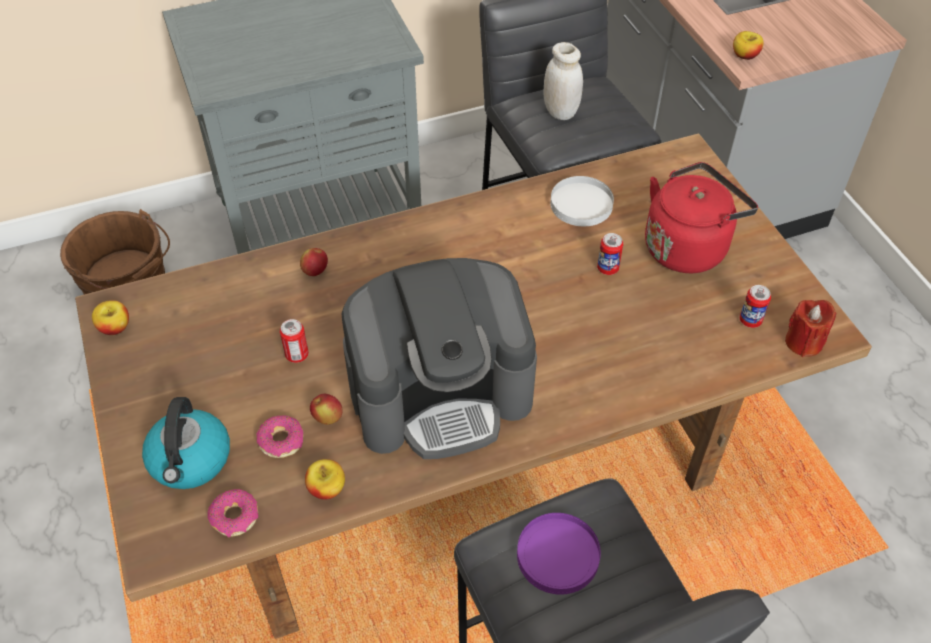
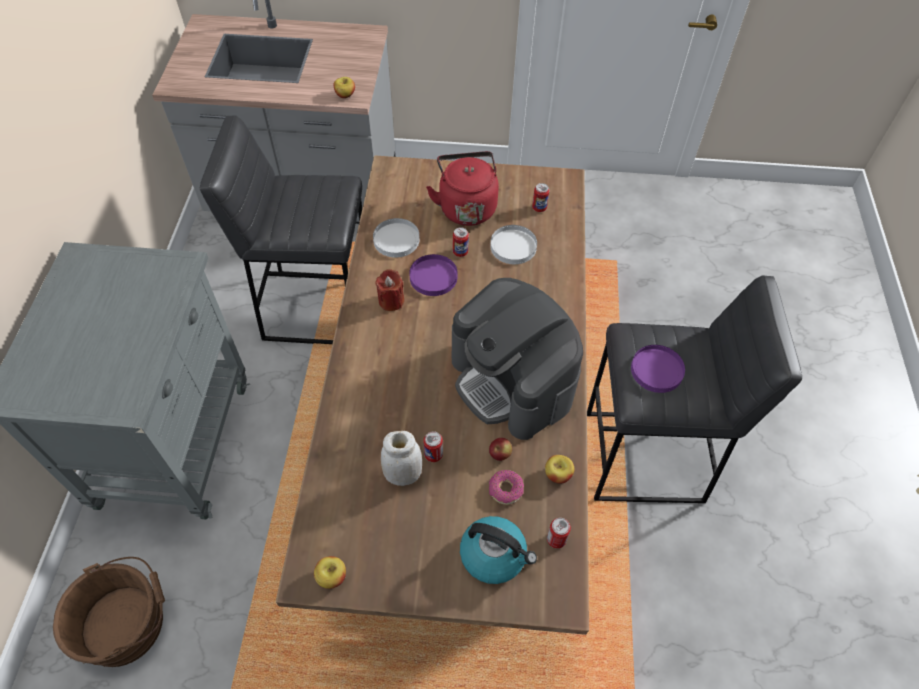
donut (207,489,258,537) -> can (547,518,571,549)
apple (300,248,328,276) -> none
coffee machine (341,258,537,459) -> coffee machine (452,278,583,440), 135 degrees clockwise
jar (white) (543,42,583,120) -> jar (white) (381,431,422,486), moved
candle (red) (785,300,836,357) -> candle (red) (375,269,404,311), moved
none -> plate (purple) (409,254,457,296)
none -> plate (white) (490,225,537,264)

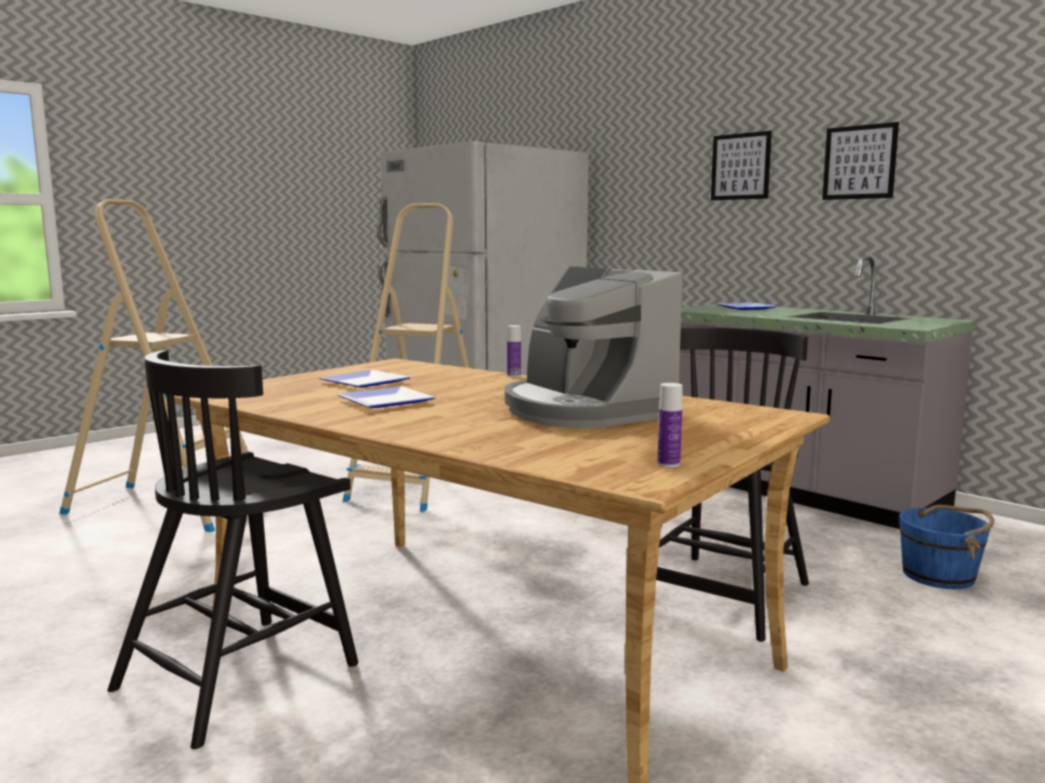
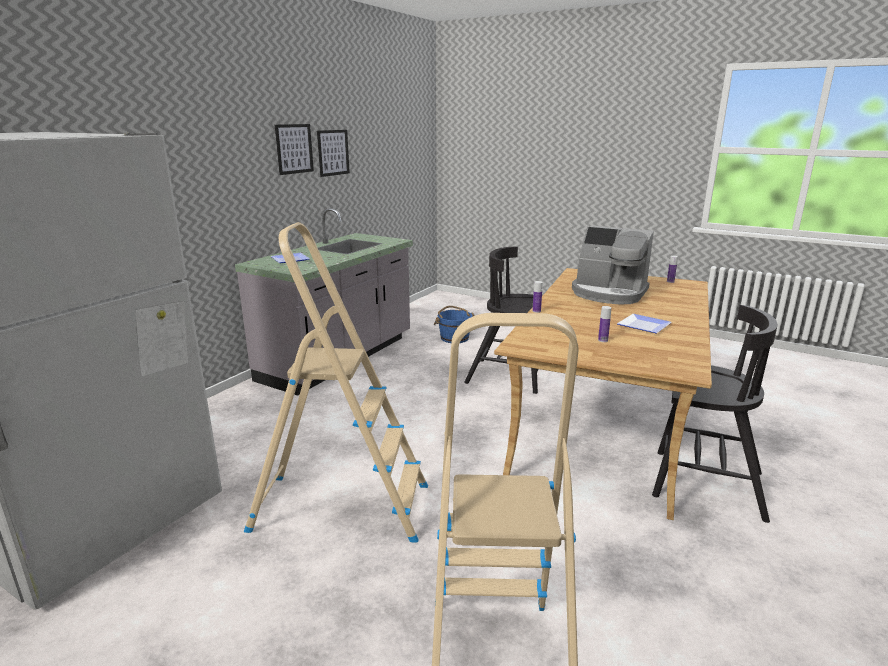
plate (320,370,411,388) -> bottle (598,306,611,342)
coffee machine (505,266,682,428) -> coffee machine (572,225,654,305), 75 degrees clockwise
picture (711,131,772,200) -> picture (317,130,350,177), moved

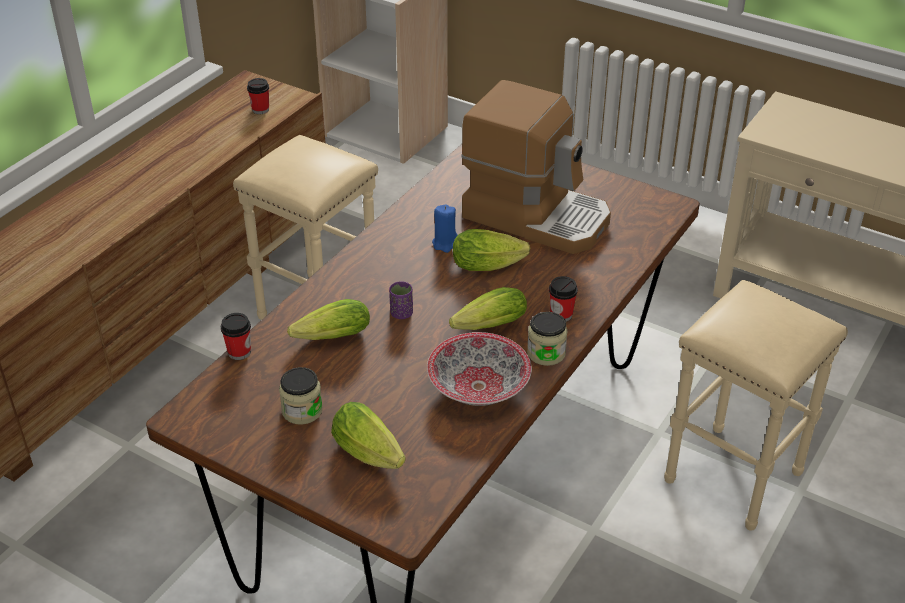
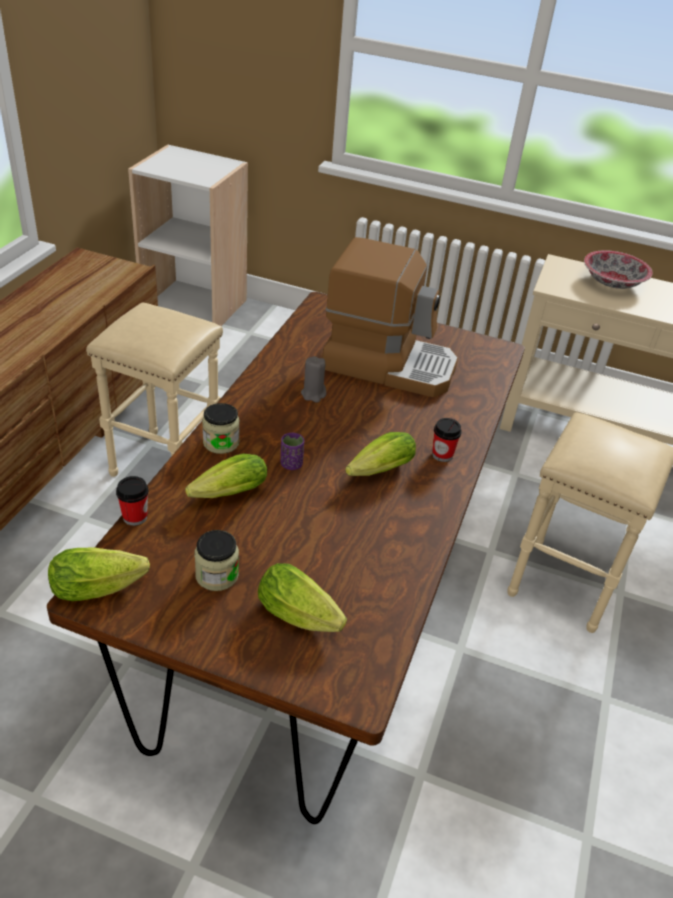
cup (247,78,269,114) -> none
bowl (427,332,532,406) -> bowl (584,250,653,289), moved
candle (blue) (432,204,458,253) -> candle (grey) (301,356,326,403)
lettuce (453,229,530,271) -> lettuce (48,548,150,601), moved
jar (527,312,568,366) -> jar (202,403,240,454), moved

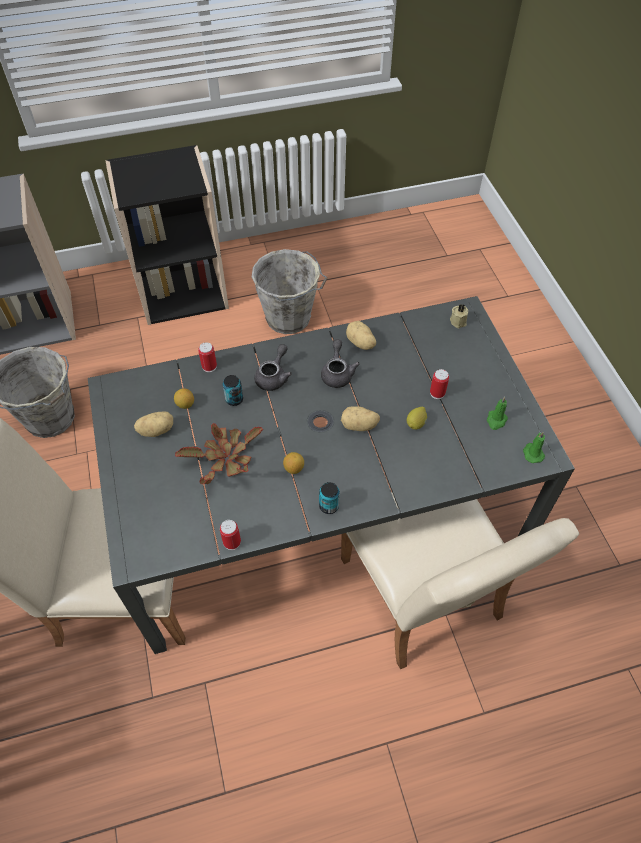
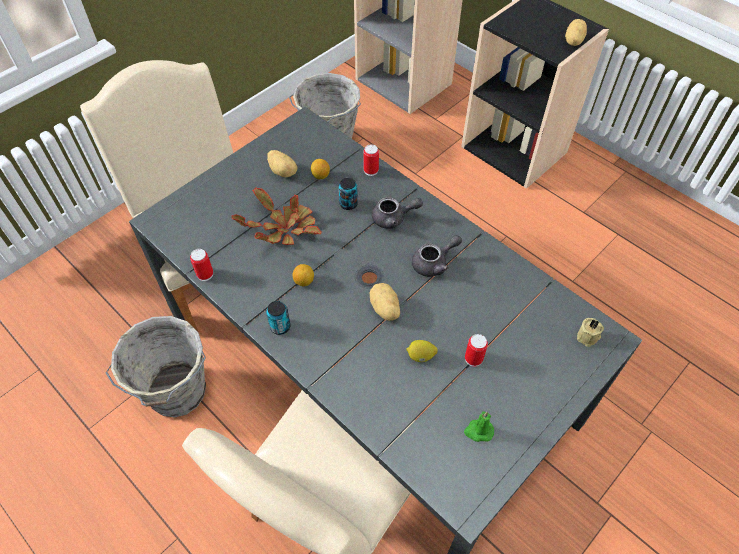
bucket (grey) (252,249,328,334) -> bucket (grey) (106,316,206,418), moved
potato (346,321,376,350) -> potato (565,19,587,46), moved
candle (green) (523,432,545,463) -> none

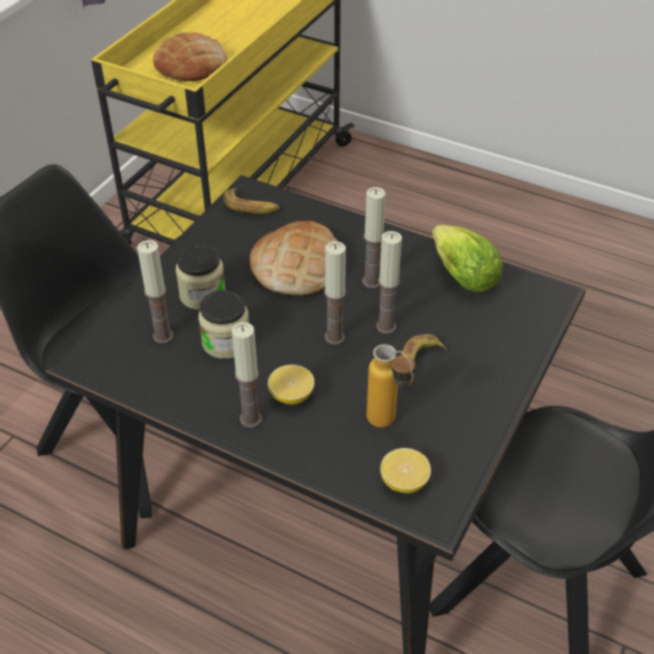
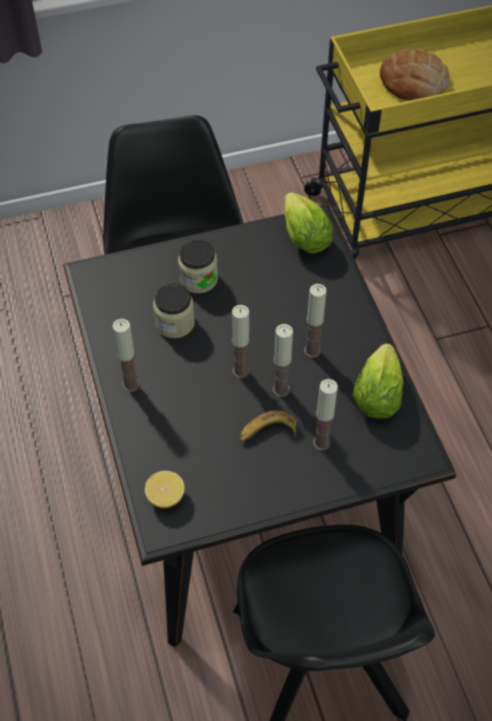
candle (137,240,173,344) -> candle (313,379,338,451), moved
banana (223,188,280,214) -> lettuce (284,192,332,254)
bread (250,221,338,295) -> none
lemon (268,365,315,405) -> none
bottle (366,344,415,428) -> none

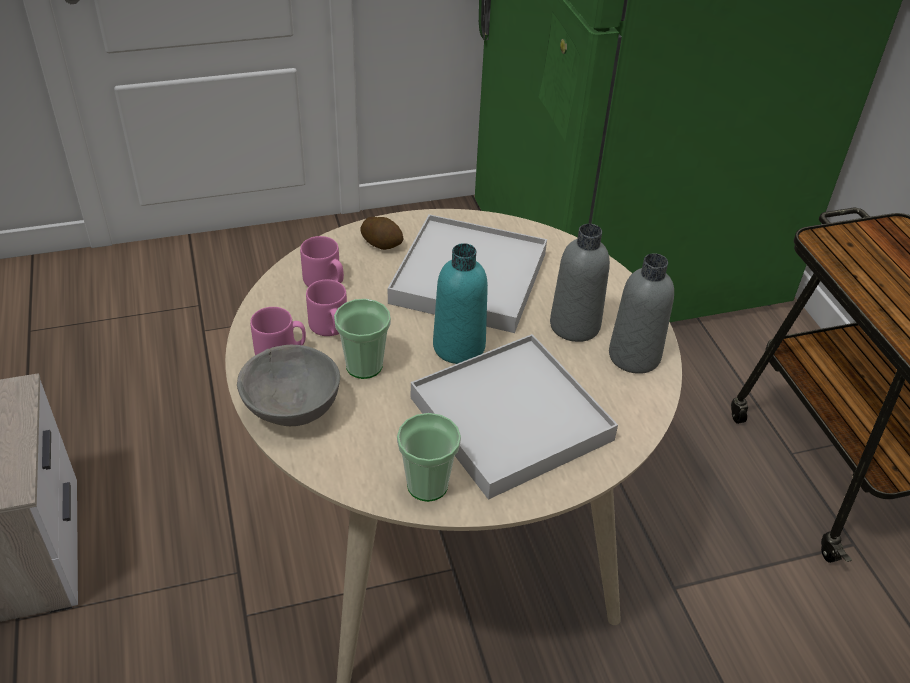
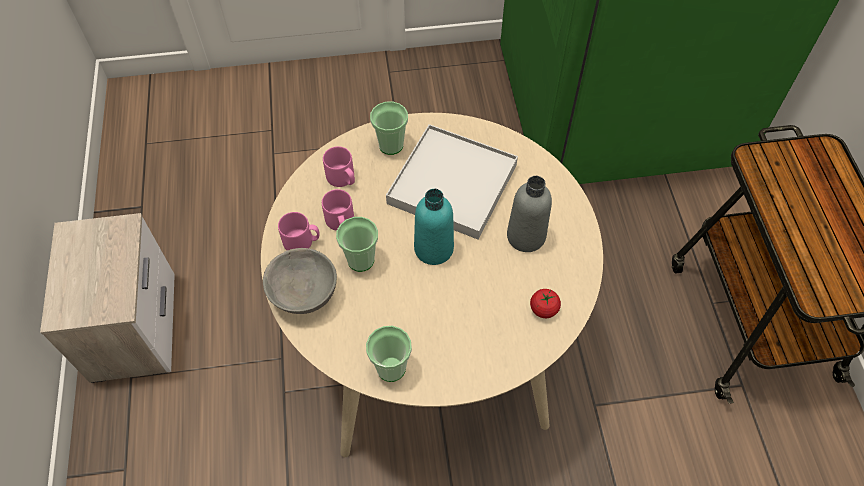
potato (360,217,404,250) -> cup (370,101,408,155)
tray (white) (411,334,618,499) -> none
bottle (grey) (609,253,674,374) -> none
none -> tomato (530,289,561,318)

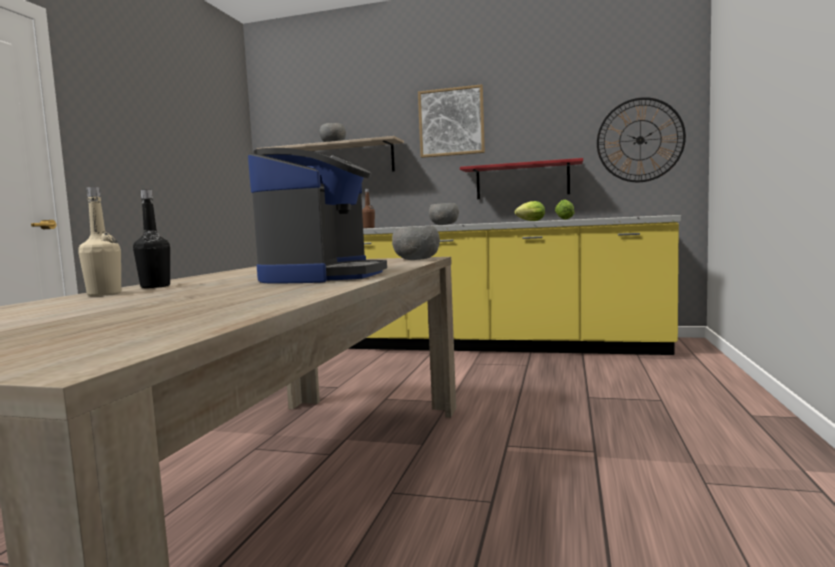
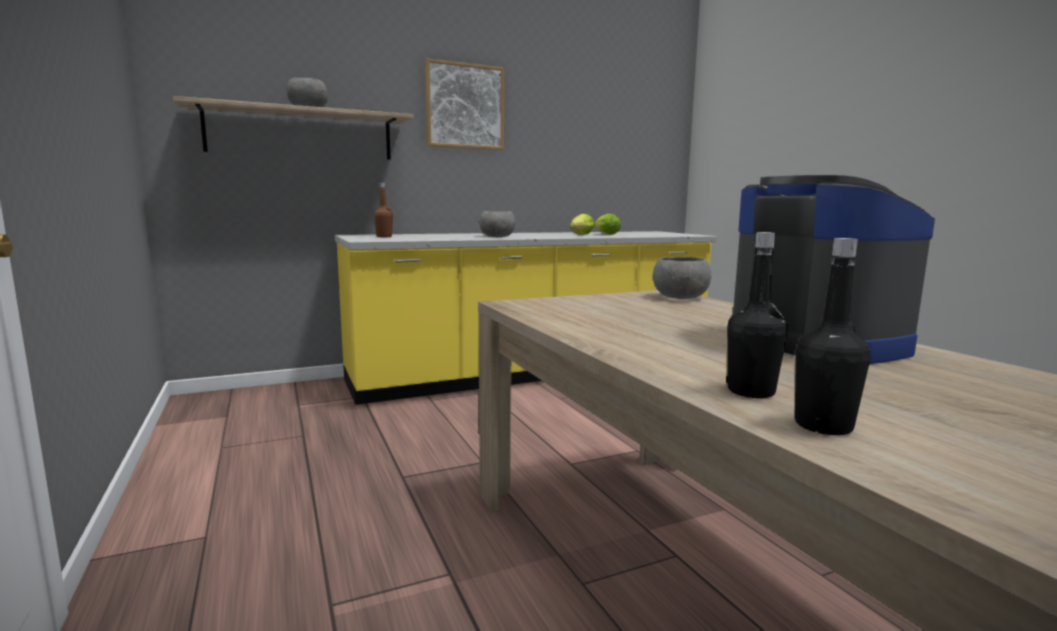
bottle (beige) (78,187,121,296) -> bottle (black) (795,238,871,435)
shelf (red) (460,158,583,199) -> none
wall clock (597,97,686,182) -> none

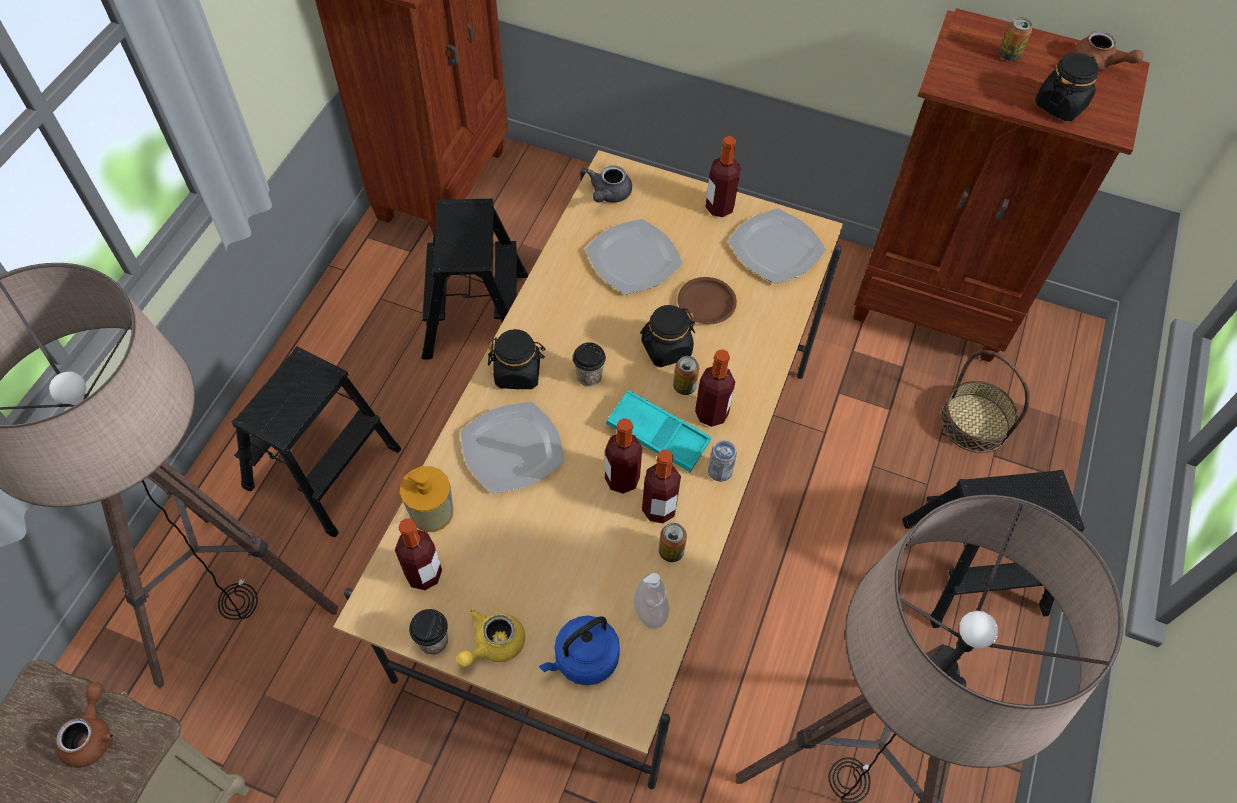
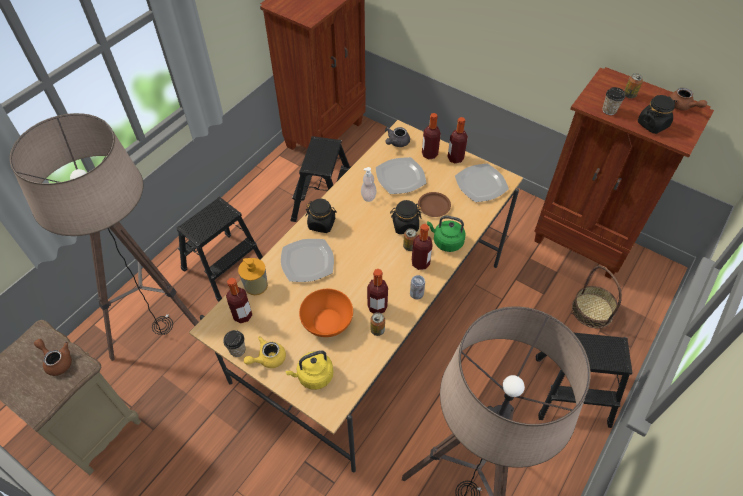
teapot (brown) (55,682,114,768) -> teapot (brown) (34,339,72,376), 75 degrees counterclockwise
kettle (blue) (539,616,620,685) -> kettle (yellow) (285,350,334,390)
cup (573,342,606,386) -> cup (602,87,625,115), moved
bottle (605,418,642,494) -> bottle (422,113,441,159), moved
tray (turquoise) (606,390,711,472) -> none
soap dispenser (634,573,669,629) -> soap dispenser (361,167,377,202), moved
none -> bowl (orange) (299,289,353,337)
none -> kettle (green) (427,216,466,252)

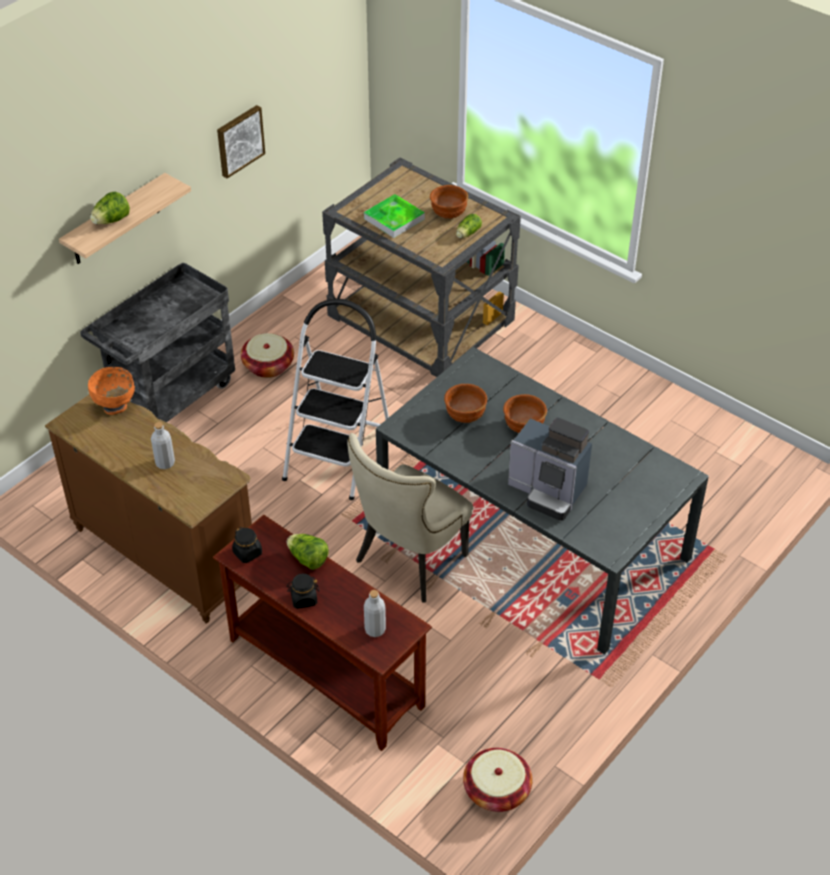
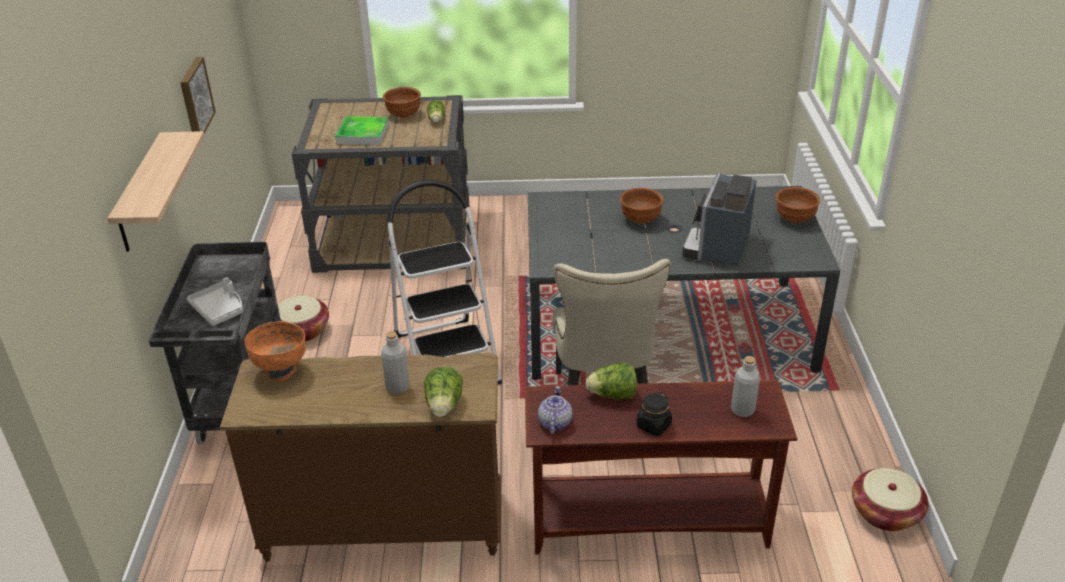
lettuce (90,192,130,225) -> lettuce (424,367,463,417), moved
jar (black) (232,527,262,563) -> teapot (538,386,572,434)
bowl (brown) (444,384,487,423) -> bowl (brown) (776,187,820,223), moved
coffee machine (508,417,592,521) -> coffee machine (682,172,757,266), 120 degrees clockwise
none -> tray (grey) (187,277,243,326)

